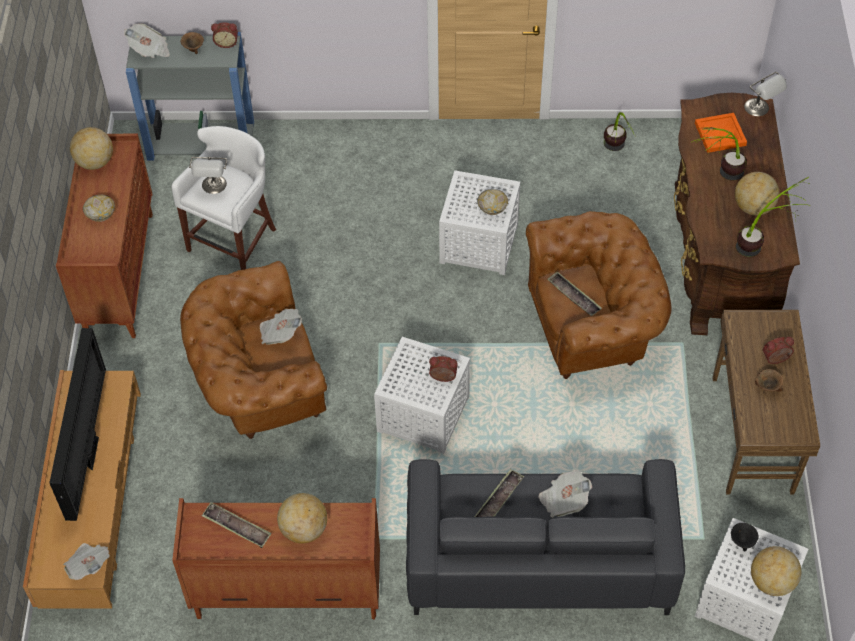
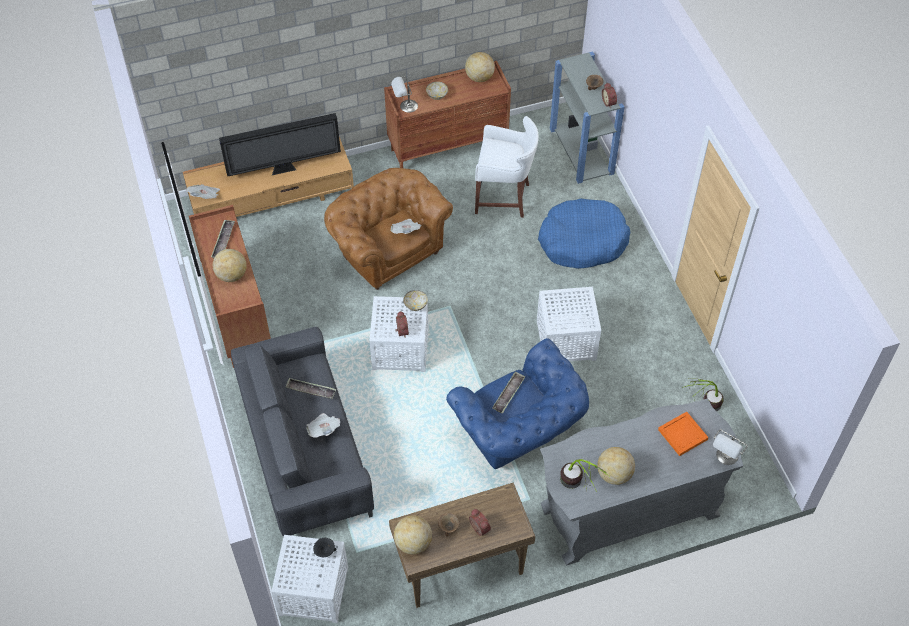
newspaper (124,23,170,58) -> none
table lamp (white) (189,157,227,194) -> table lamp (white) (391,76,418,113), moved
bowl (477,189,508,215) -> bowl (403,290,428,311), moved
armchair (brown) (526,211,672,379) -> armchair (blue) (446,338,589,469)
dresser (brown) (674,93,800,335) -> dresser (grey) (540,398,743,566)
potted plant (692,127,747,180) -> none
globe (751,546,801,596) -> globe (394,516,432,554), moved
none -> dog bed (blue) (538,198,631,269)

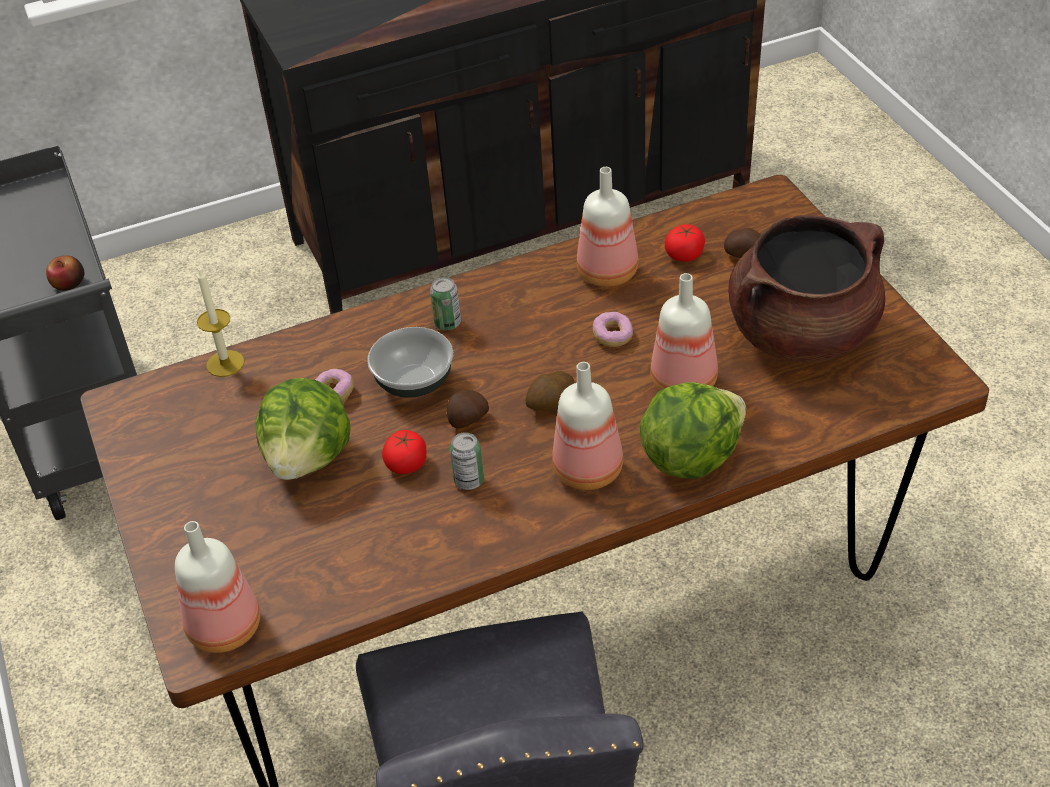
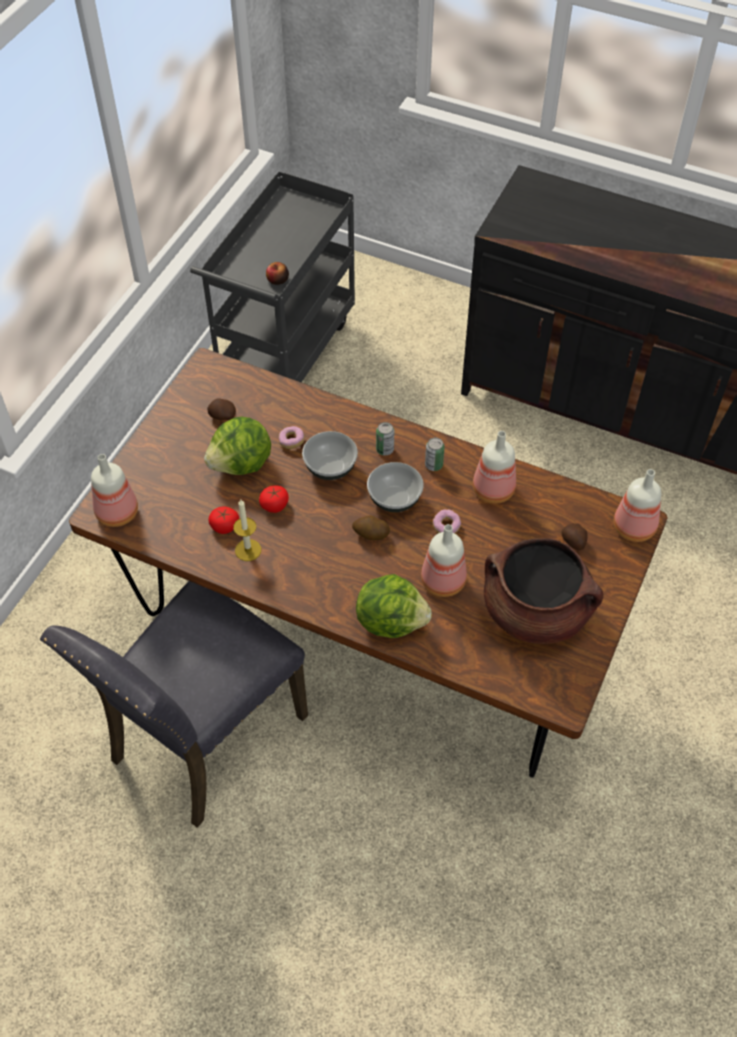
candle (197,268,244,377) -> candle (233,500,261,561), moved
potato (447,390,489,428) -> potato (207,398,236,420), moved
can (450,432,484,490) -> can (425,438,445,471), moved
bottle (552,362,623,490) -> bottle (614,469,661,542), moved
tomato (665,224,705,262) -> tomato (208,506,239,534), moved
none -> bowl (367,462,424,512)

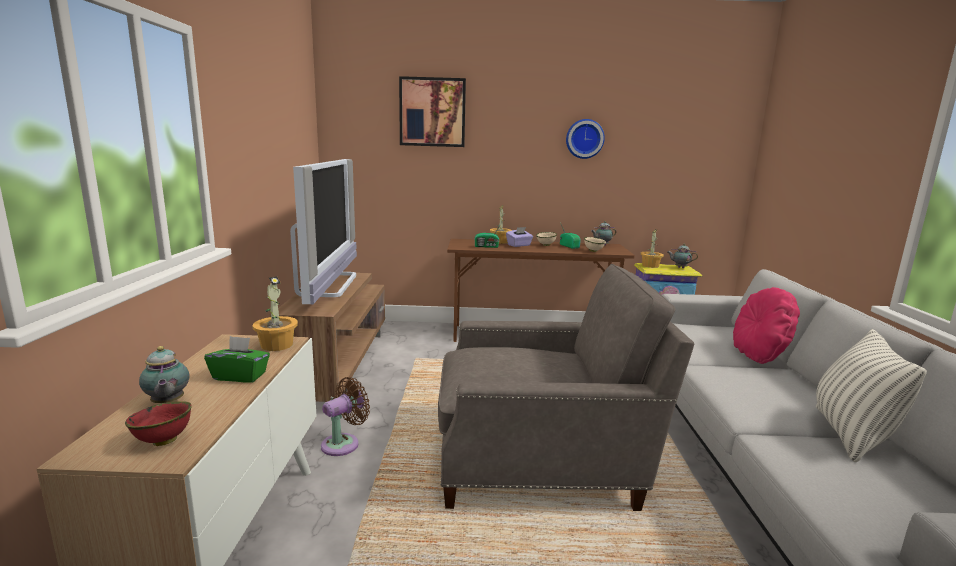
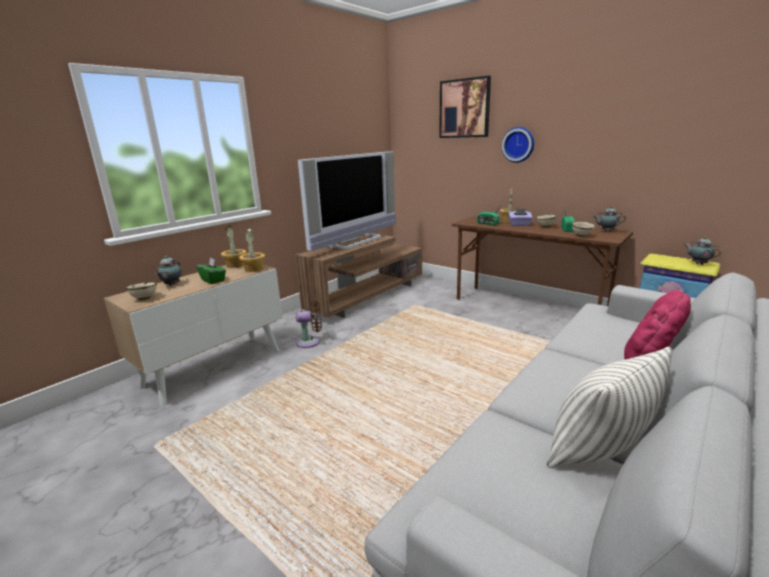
bowl (red) (125,401,192,446) -> bowl (beige) (126,282,157,300)
armchair (grey) (438,264,694,511) -> none
wall clock (566,119,605,159) -> wall clock (502,127,534,163), moved
potted plant (640,229,664,268) -> potted plant (221,226,247,268), moved

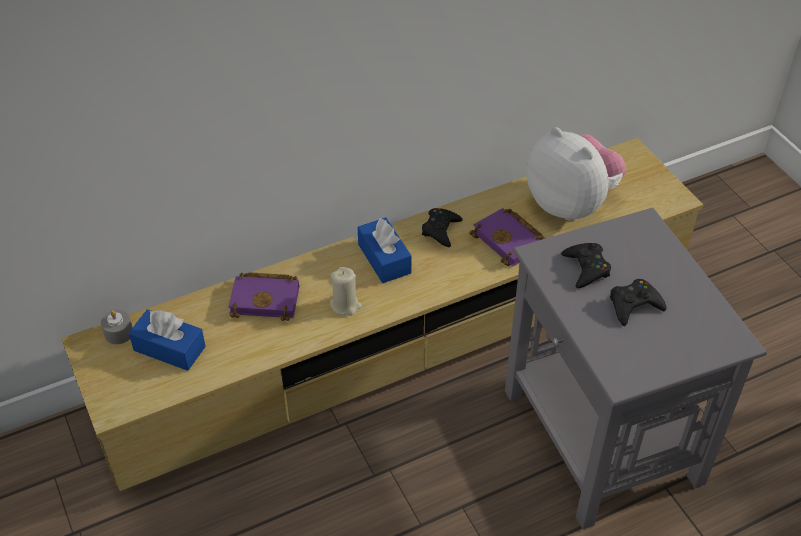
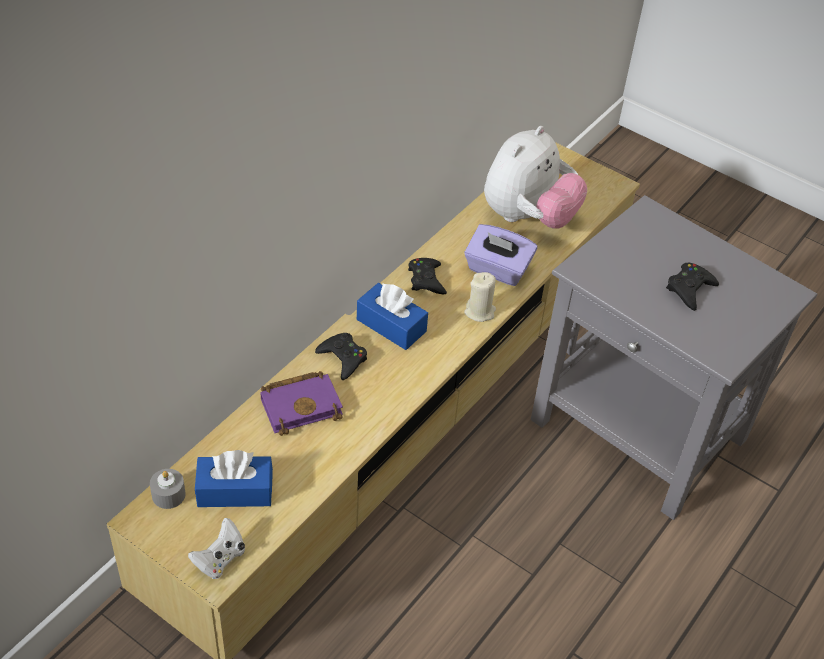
candle (beige) (330,267,362,316) -> candle (beige) (464,272,496,322), moved
book (purple) (469,208,545,267) -> tissue box (purple) (464,224,537,286)
plush toy (526,127,626,221) -> plush toy (484,126,587,229), 105 degrees clockwise
game controller (black) (561,243,611,288) -> game controller (black) (315,333,367,380), moved
none -> game controller (white) (188,518,245,579)

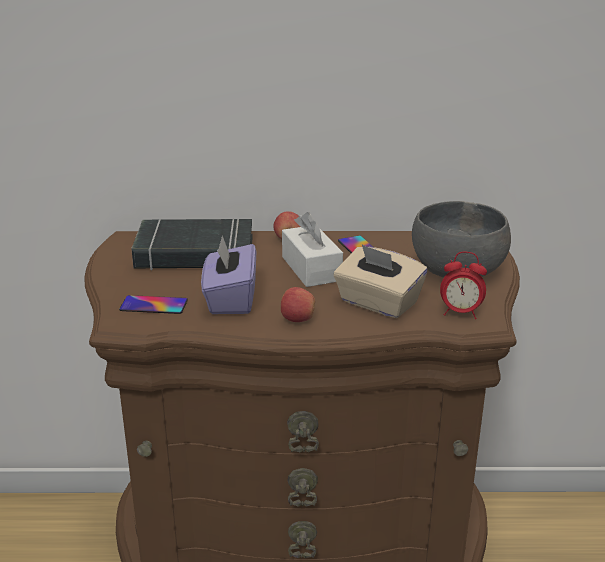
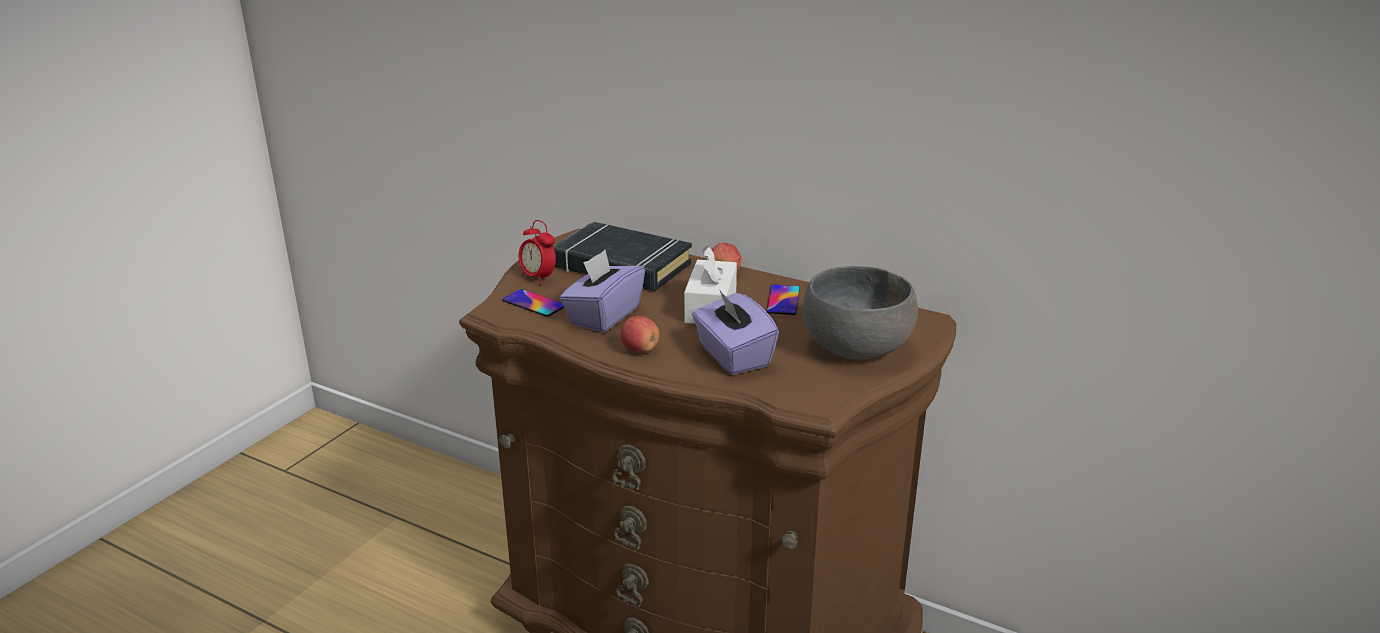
tissue box (beige) (333,245,427,318) -> tissue box (purple) (692,289,779,375)
alarm clock (440,252,487,319) -> alarm clock (518,220,556,285), moved

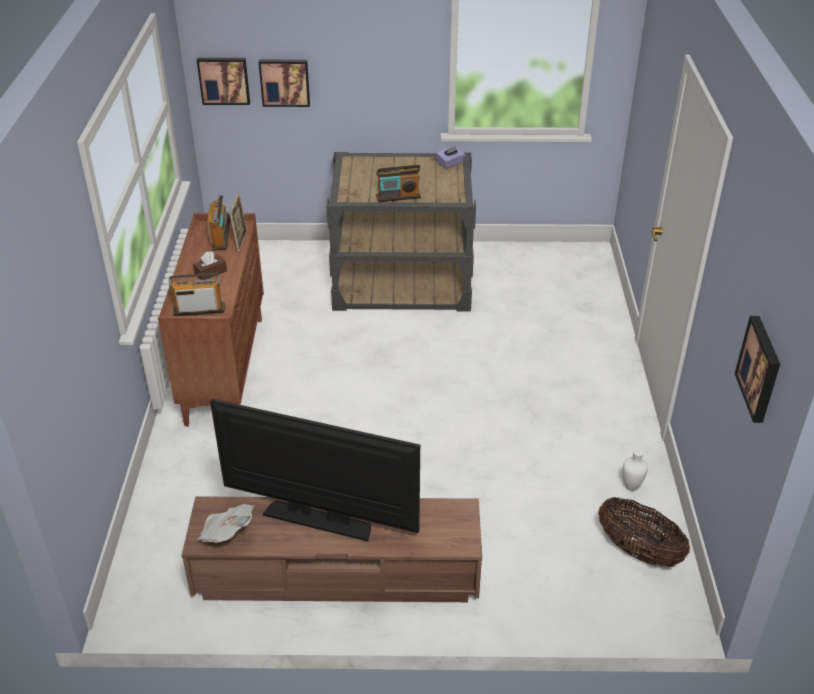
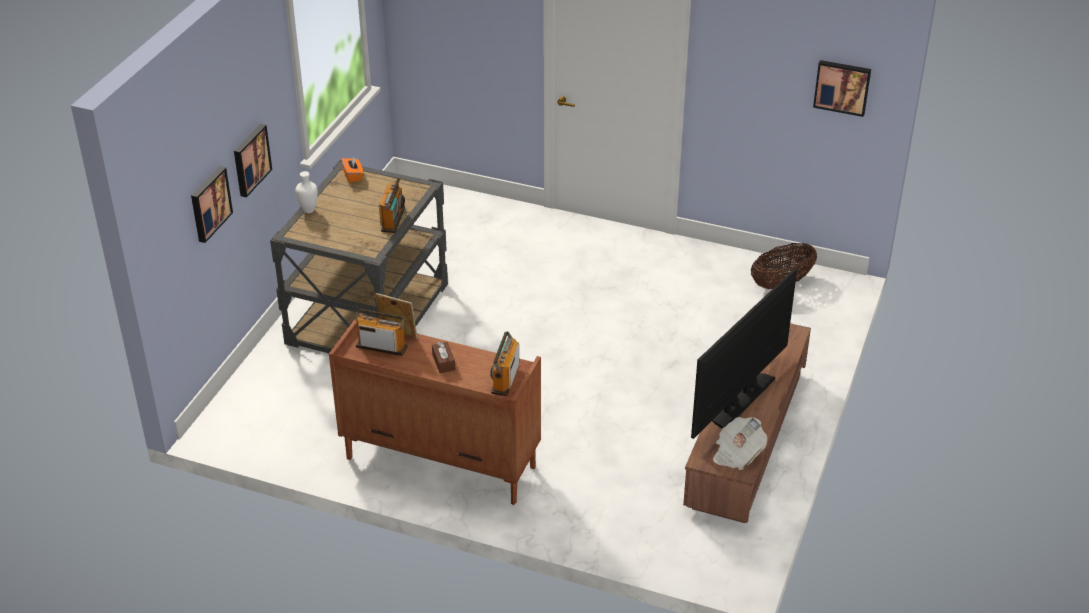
picture (197,58,250,105) -> picture (234,124,272,198), moved
tissue box (purple) (436,145,465,169) -> tissue box (orange) (341,156,363,183)
vase (white) (622,448,648,491) -> vase (white) (295,171,318,213), moved

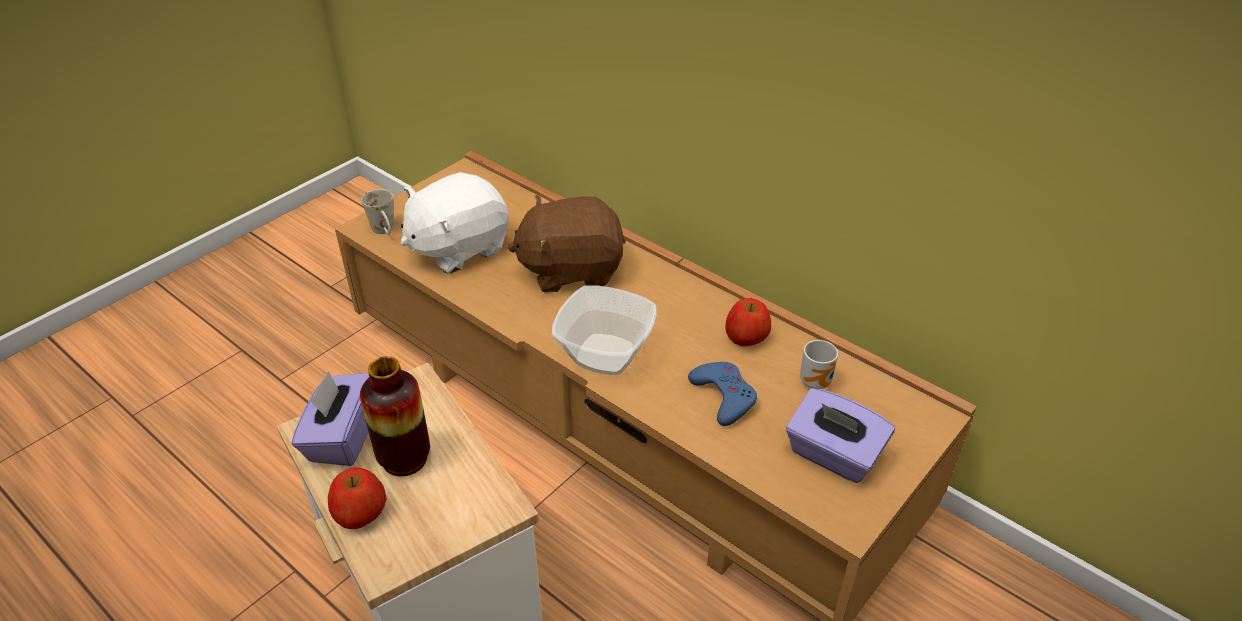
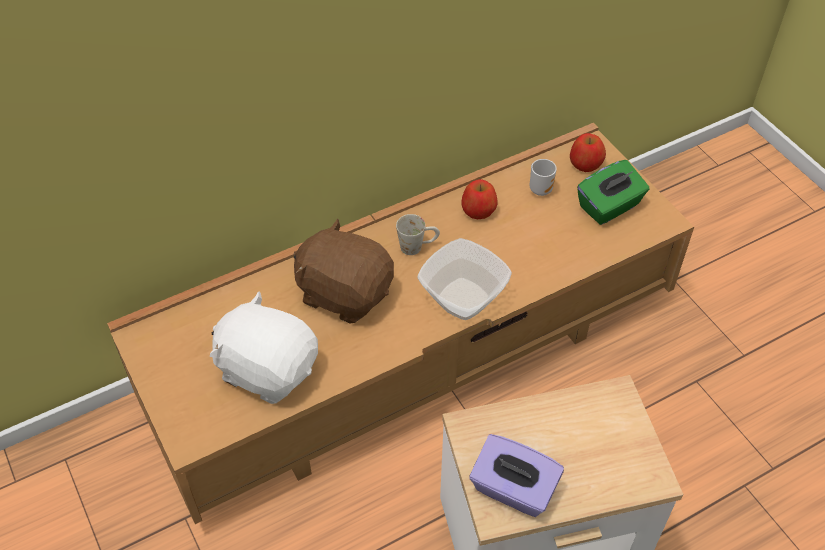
apple (328,467,387,529) -> apple (570,133,606,172), moved
vase (360,356,430,476) -> none
mug (white) (361,189,394,235) -> mug (white) (396,214,440,255), moved
plush toy (white) (401,172,509,274) -> plush toy (white) (210,292,318,404), 135 degrees clockwise
plush toy (brown) (508,195,626,293) -> plush toy (brown) (294,218,394,324), 105 degrees clockwise
game controller (blue) (688,362,757,426) -> none
tissue box (purple) (786,388,895,483) -> tissue box (green) (577,160,649,225)

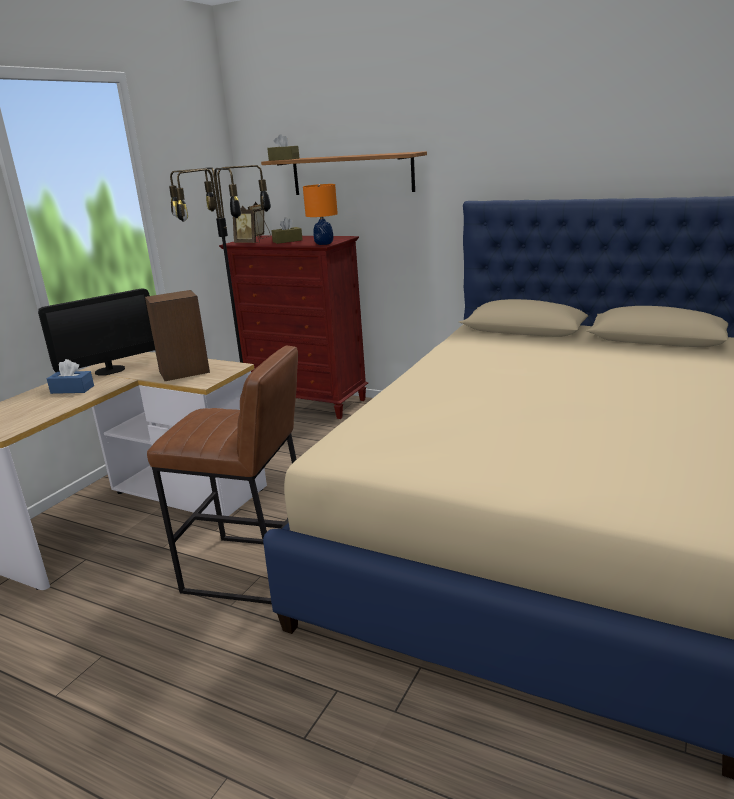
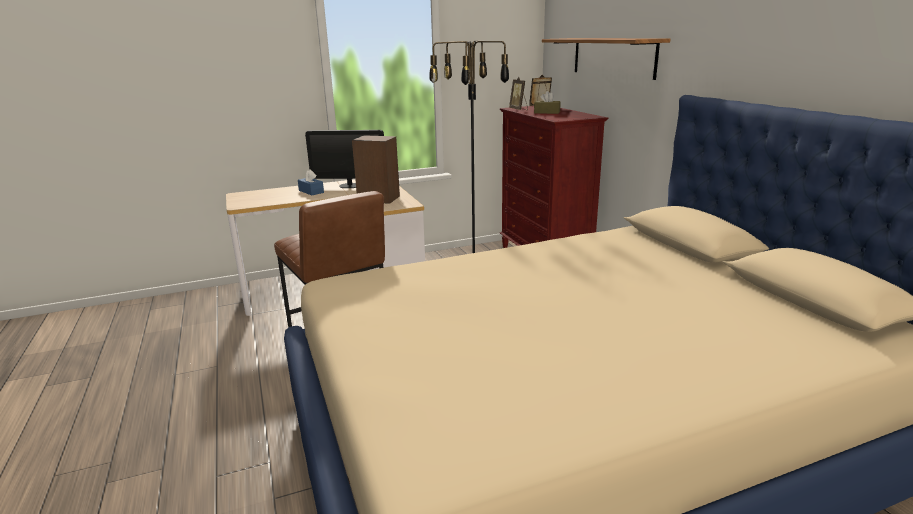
tissue box (brown) (267,134,299,161) -> none
table lamp (orange) (303,184,338,245) -> none

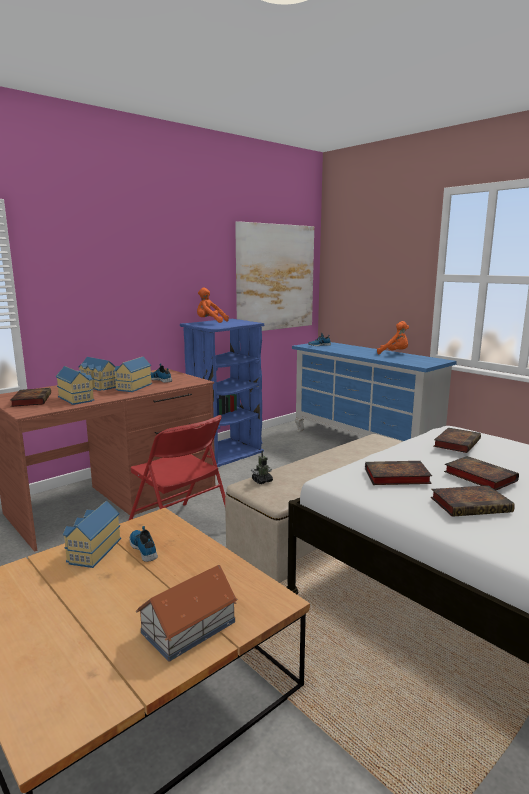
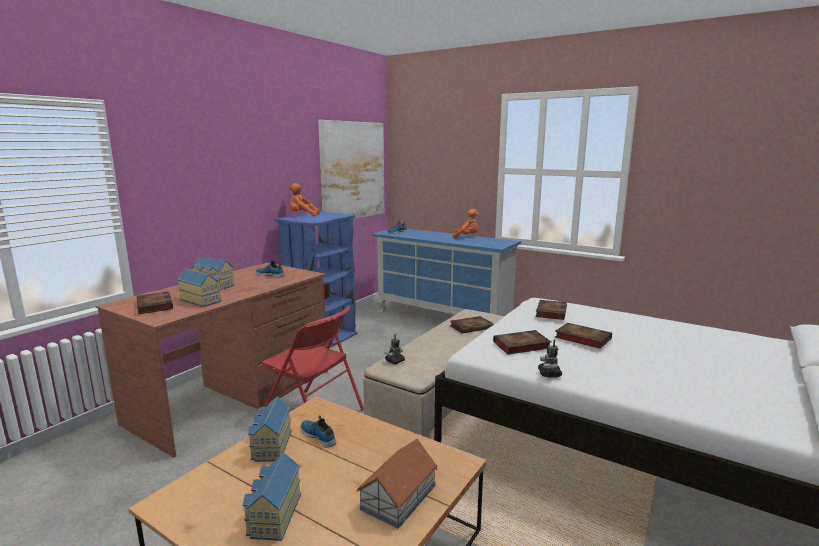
toy house (114,357,152,392) -> toy house (242,453,301,541), moved
book (431,485,515,517) -> book (450,316,494,333), moved
none -> toy robot (538,339,562,378)

